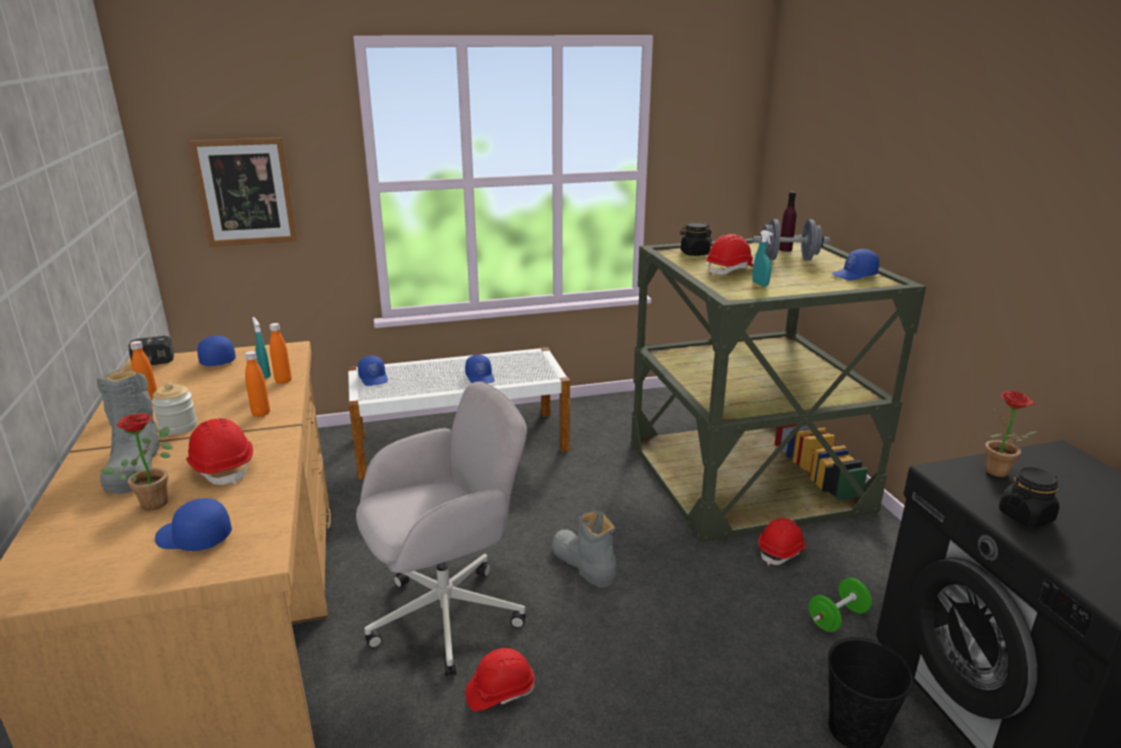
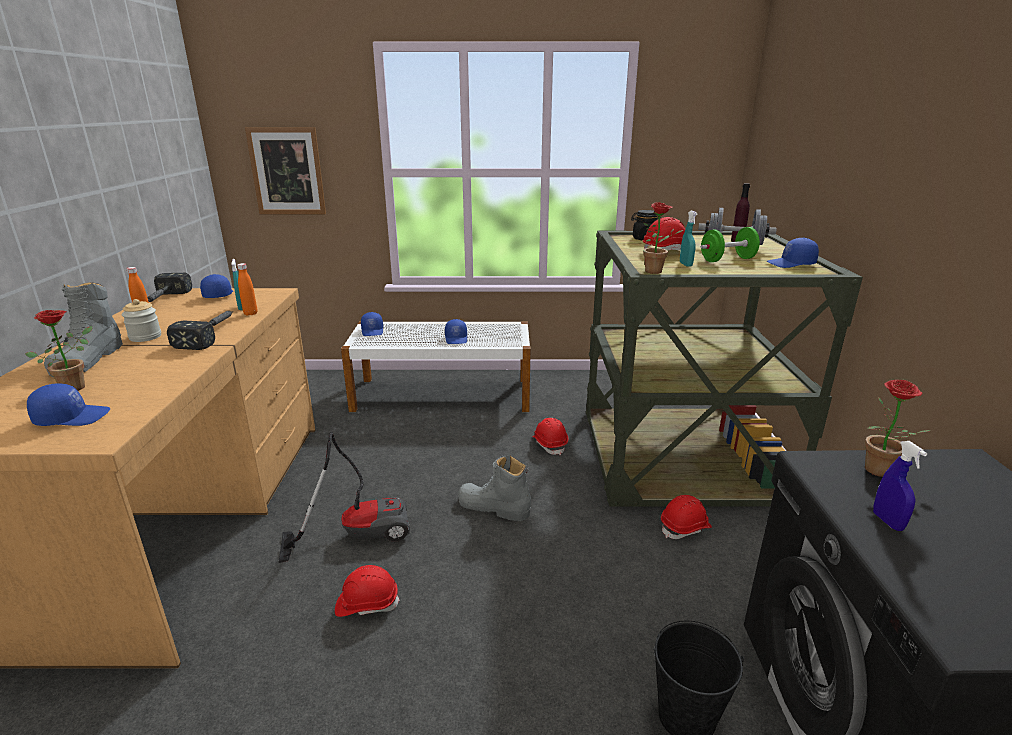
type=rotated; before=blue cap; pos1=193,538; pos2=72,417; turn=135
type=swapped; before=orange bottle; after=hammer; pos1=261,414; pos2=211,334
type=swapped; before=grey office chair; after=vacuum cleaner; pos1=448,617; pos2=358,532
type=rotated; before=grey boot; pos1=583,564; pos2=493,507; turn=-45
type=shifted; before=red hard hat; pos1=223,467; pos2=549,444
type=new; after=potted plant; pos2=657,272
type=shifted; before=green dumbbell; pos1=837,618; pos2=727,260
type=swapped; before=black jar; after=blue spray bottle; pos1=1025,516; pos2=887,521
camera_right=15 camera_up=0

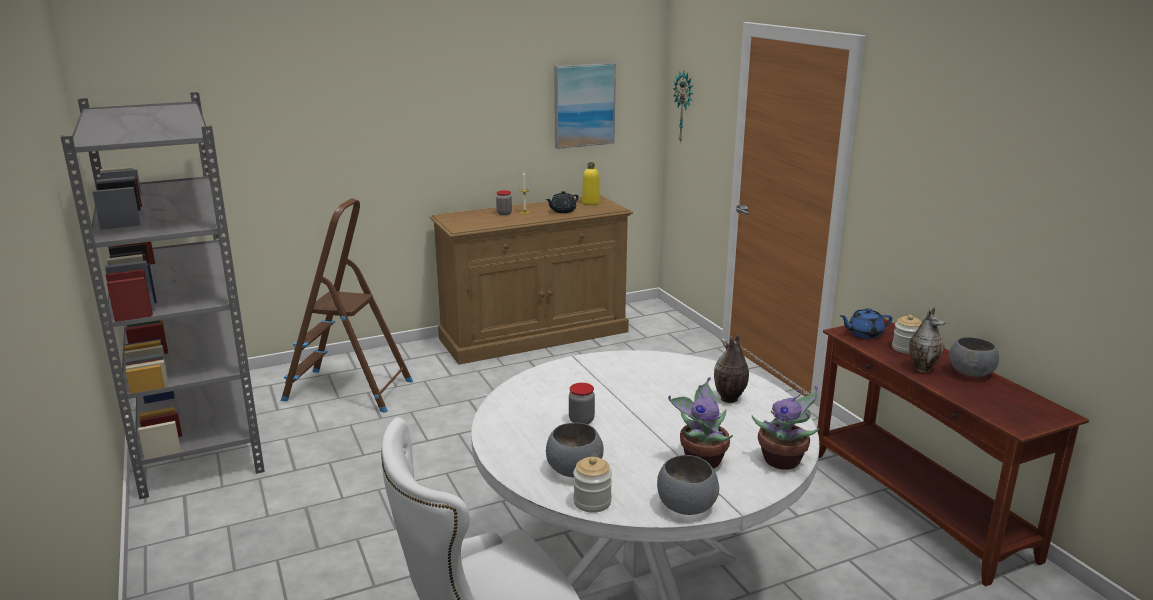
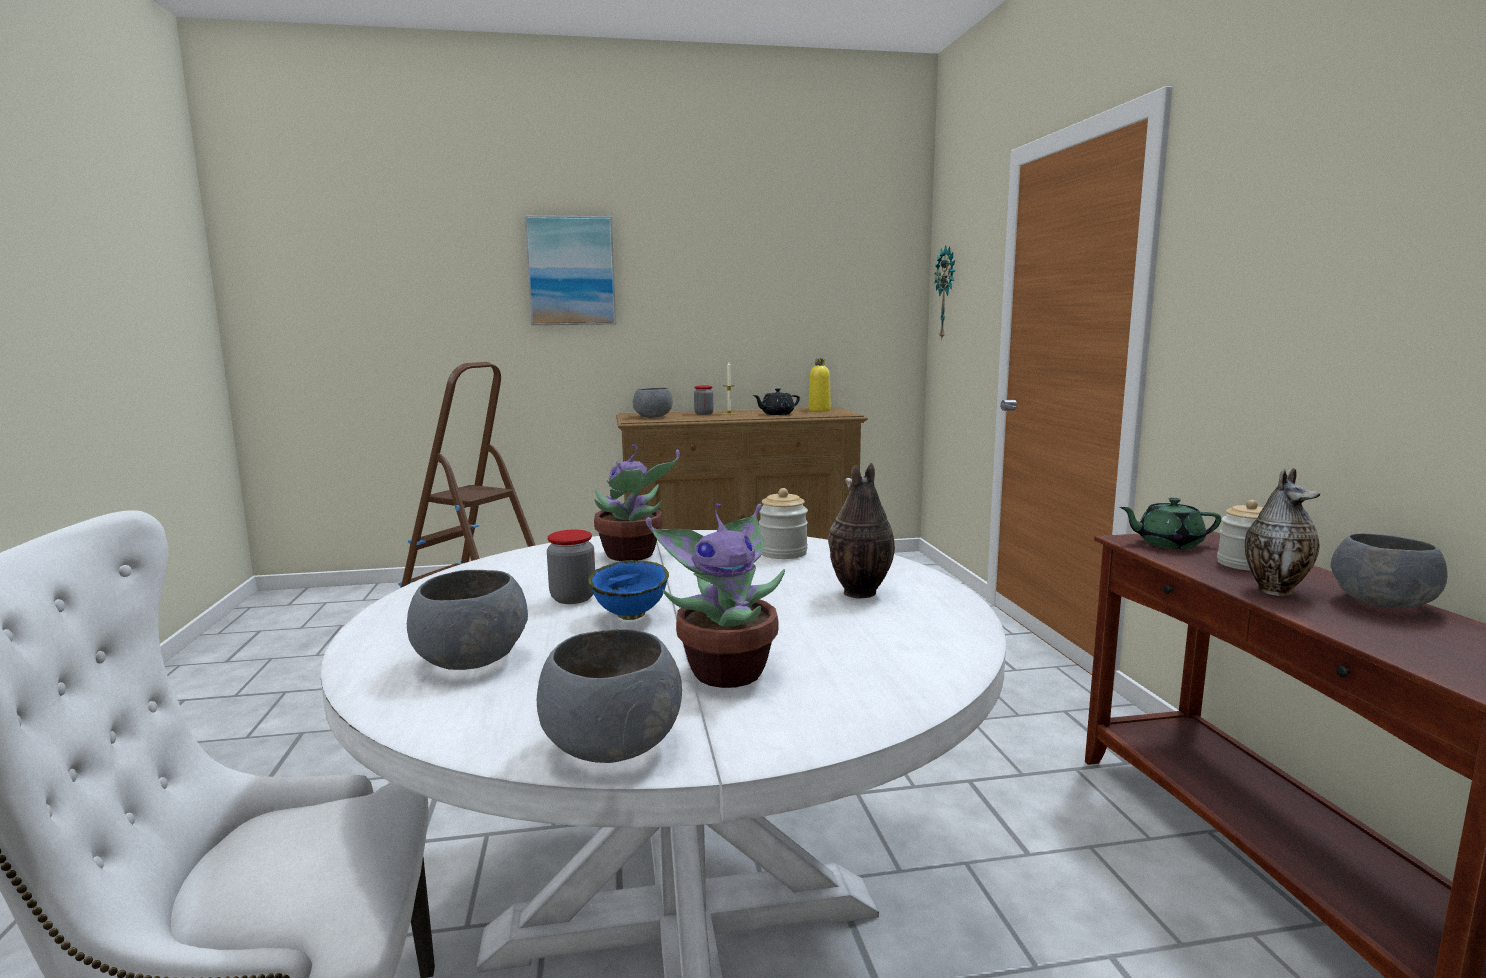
type=shifted; before=picture; pos1=584,105; pos2=571,271
type=new; after=blue bowl; pos2=632,616
type=shifted; before=potted plant; pos1=784,461; pos2=632,556
type=new; after=grey bowl; pos2=653,417
type=shifted; before=jar; pos1=592,502; pos2=783,553
type=repainted; before=blue teapot; after=green teapot; pos1=864,334; pos2=1168,544
type=gone; before=grey bookcase; pos1=198,433
camera_right=15 camera_up=-10

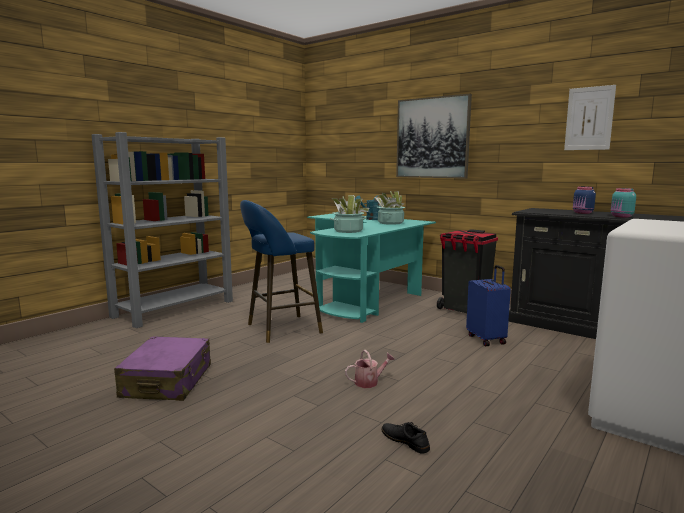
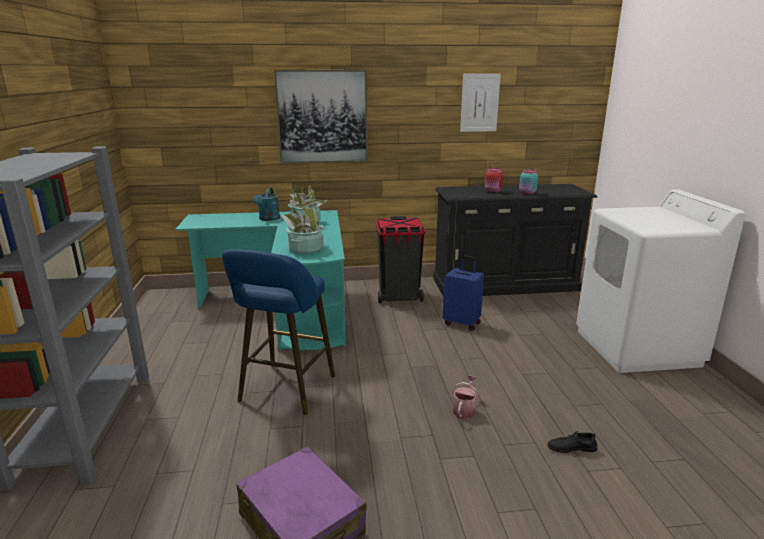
type=repainted; before=blue jar; after=red jar; pos1=582,213; pos2=493,191
camera_right=-45 camera_up=10

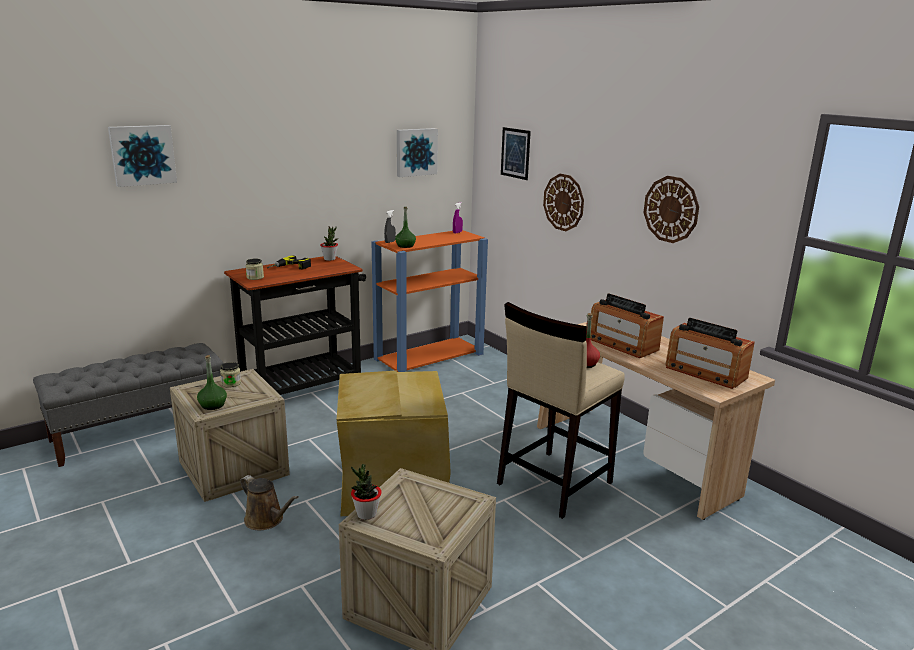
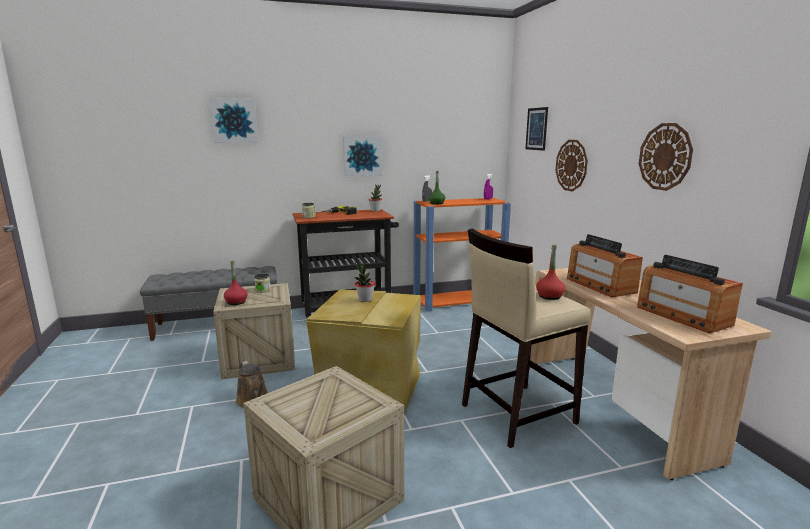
type=repainted; before=green bottle; after=red bottle; pos1=212,405; pos2=236,302
type=shifted; before=picture; pos1=416,152; pos2=362,156
type=shifted; before=potted plant; pos1=366,514; pos2=365,299
camera_right=20 camera_up=-5

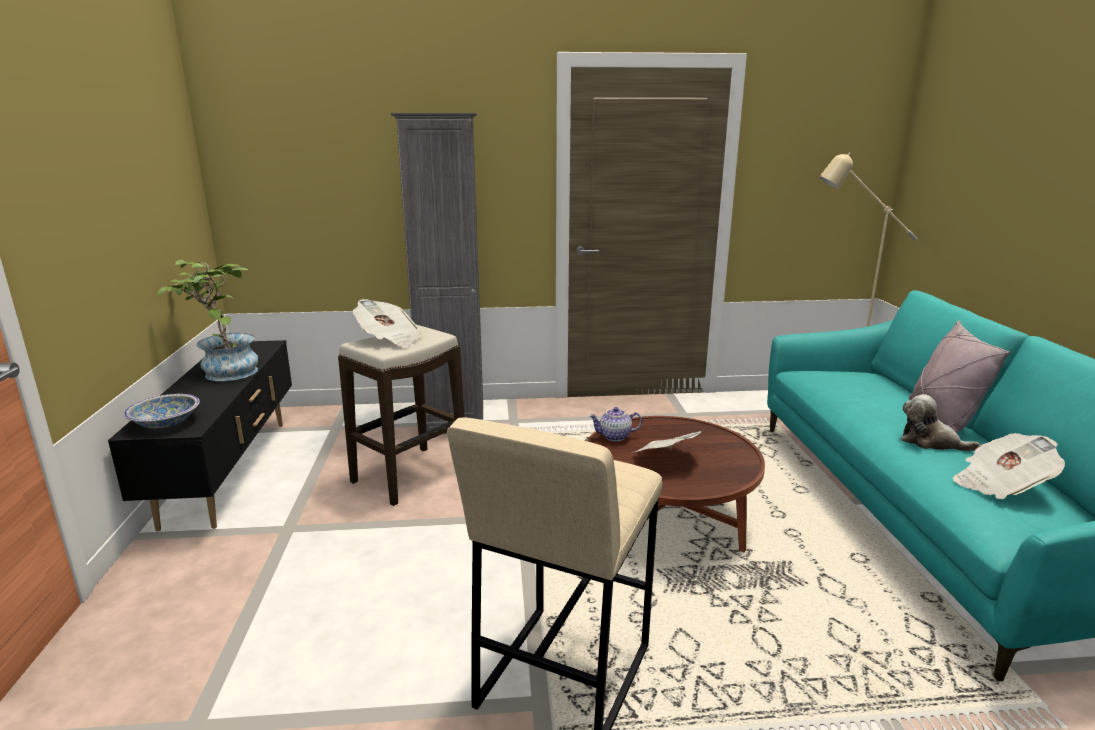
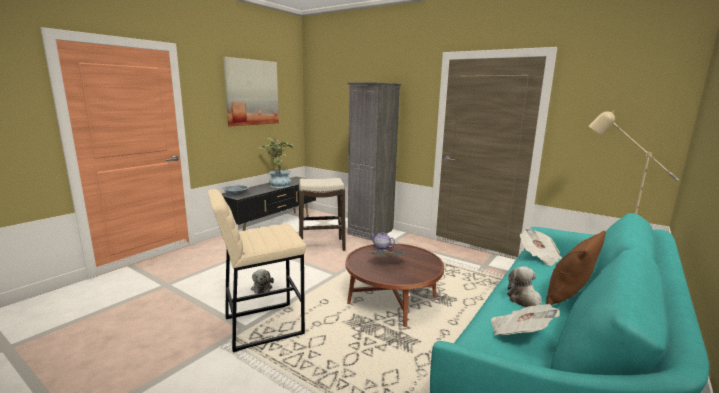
type=new; after=picture; pos2=252,92
type=new; after=plush toy; pos2=261,287
type=shifted; before=newspaper; pos1=389,340; pos2=539,256
type=repainted; before=purple pillow; after=brown pillow; pos1=942,419; pos2=568,297
camera_right=40 camera_up=-5

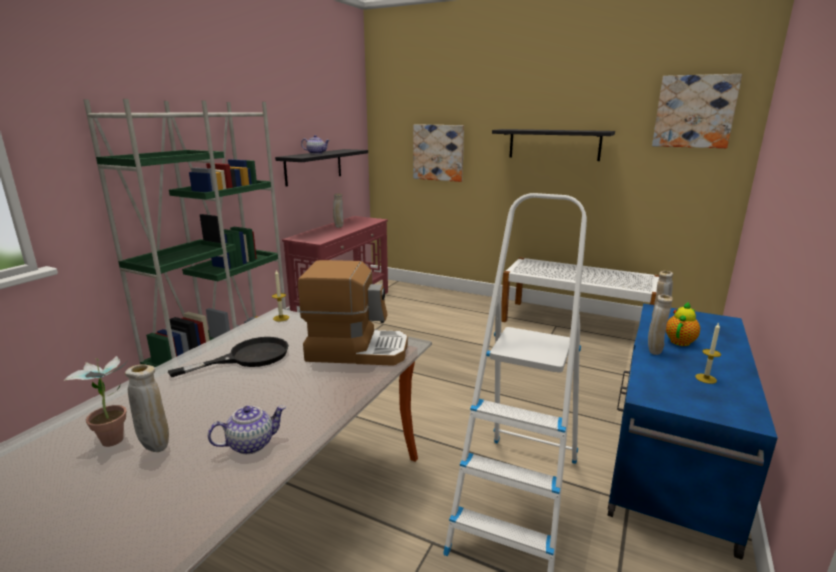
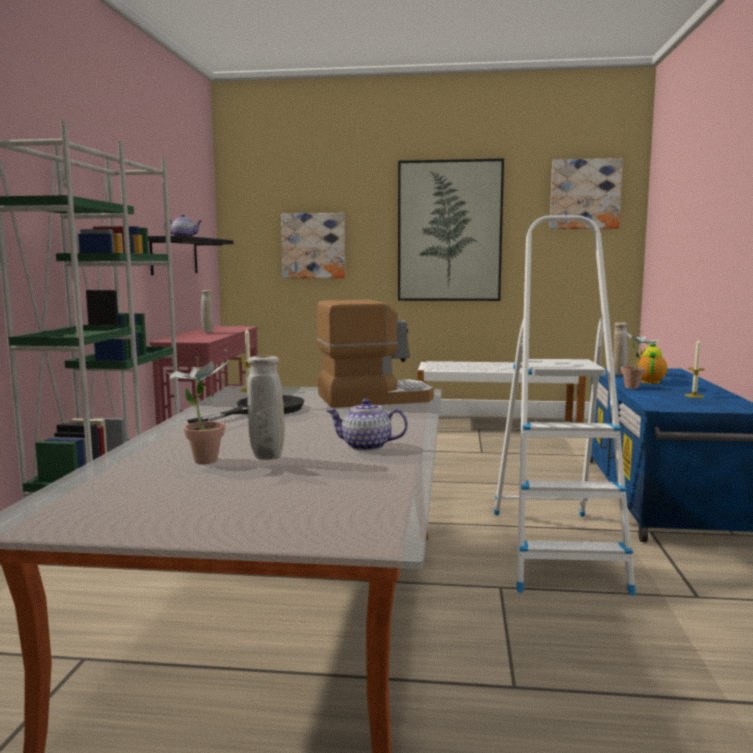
type=rotated; before=teapot; pos1=251,444; pos2=366,446; turn=-120
type=swapped; before=black shelf; after=picture; pos1=554,144; pos2=449,231
type=swapped; before=beige vase; after=potted plant; pos1=653,352; pos2=636,388
camera_right=-20 camera_up=-10

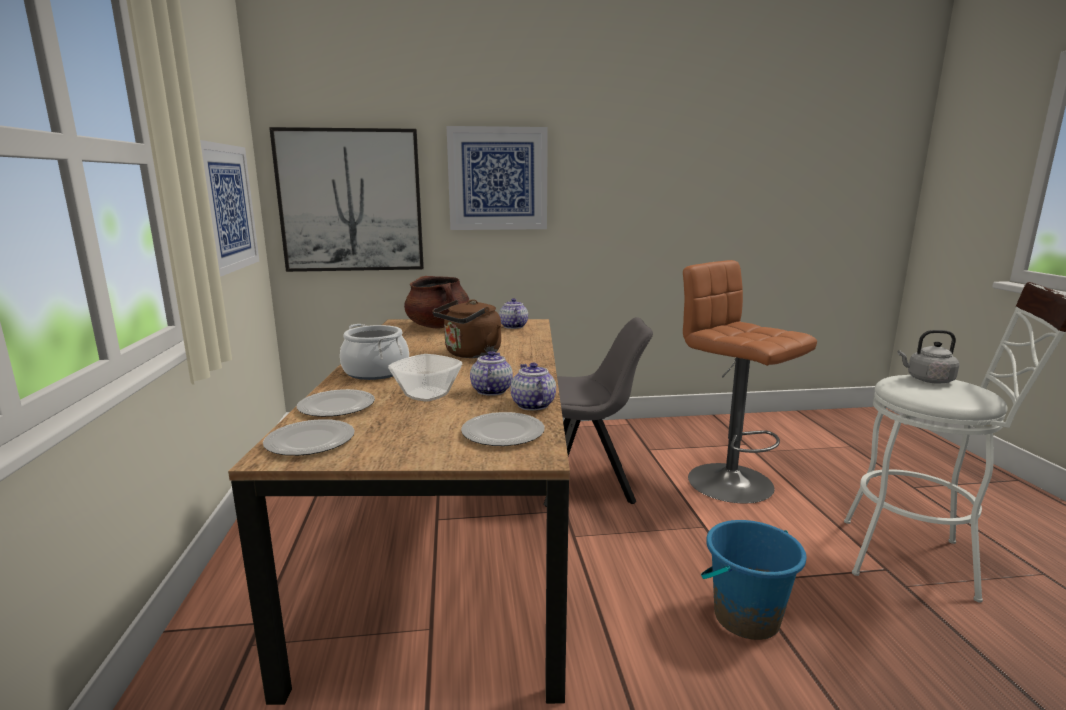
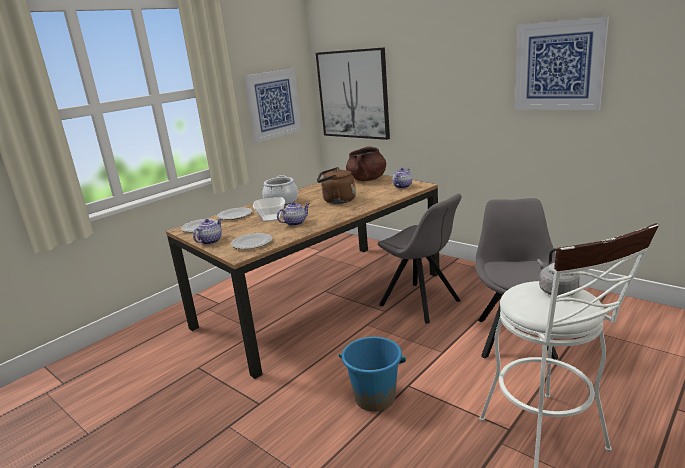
type=shifted; before=teapot; pos1=532,405; pos2=210,241
type=swapped; before=brown stool; after=grey chair; pos1=729,482; pos2=514,338
type=shifted; before=picture; pos1=498,179; pos2=558,66
camera_right=50 camera_up=5

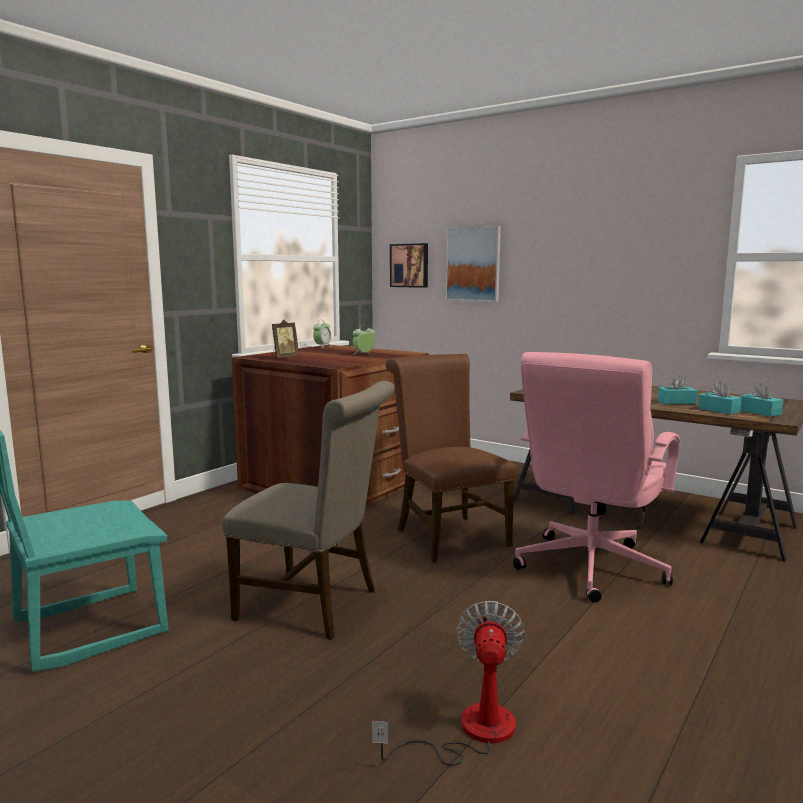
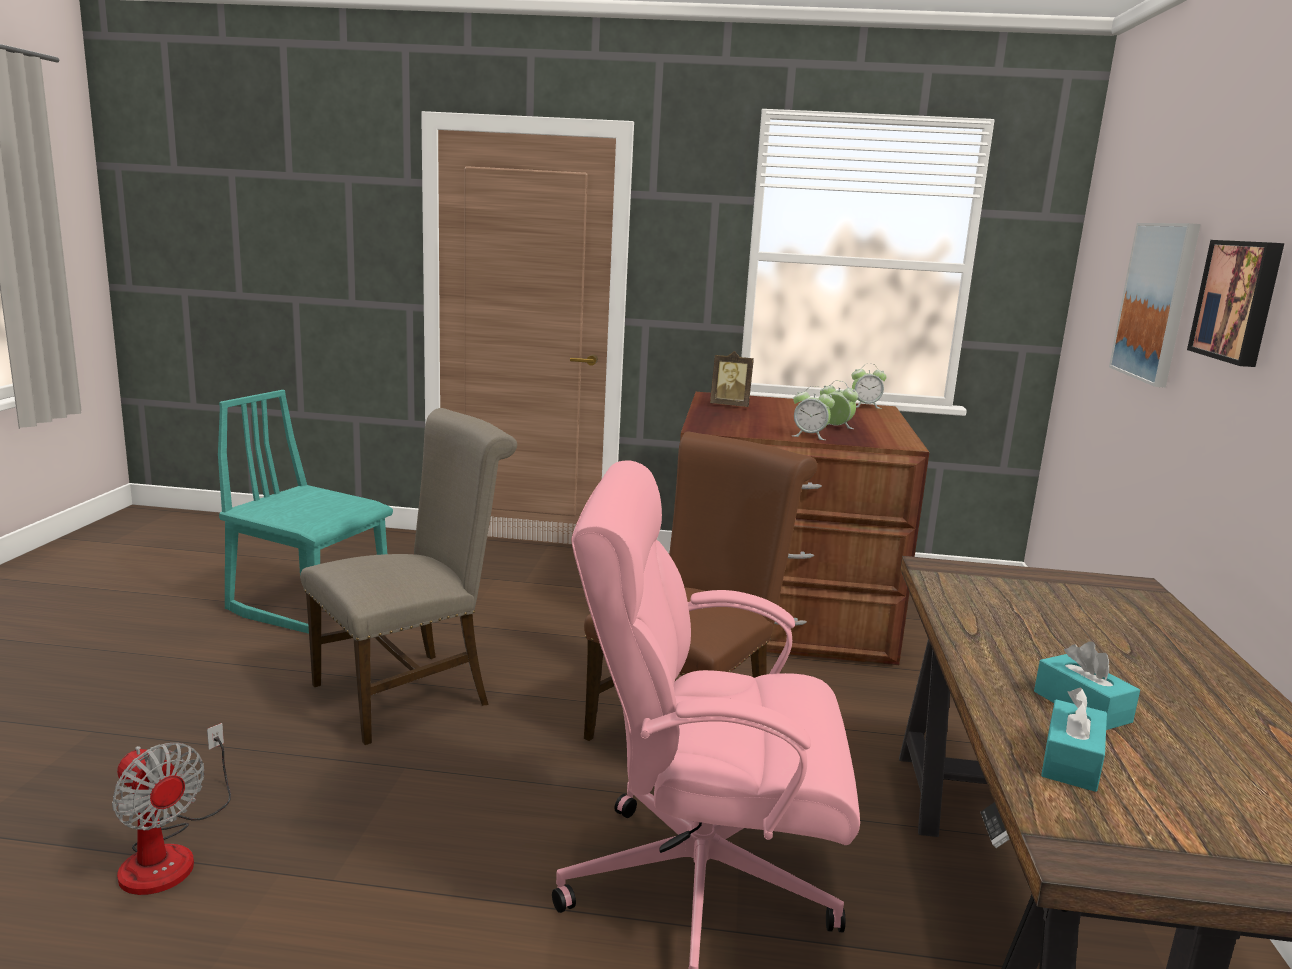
type=rotated; before=fan; pos1=470,732; pos2=169,853; turn=60
type=rotated; before=beige chair; pos1=316,605; pos2=411,691; turn=-120
type=new; after=alarm clock; pos2=810,436
type=shifted; before=picture; pos1=410,265; pos2=1239,301
type=gone; before=turquoise tissue box; pos1=759,412
camera_right=60 camera_up=5

